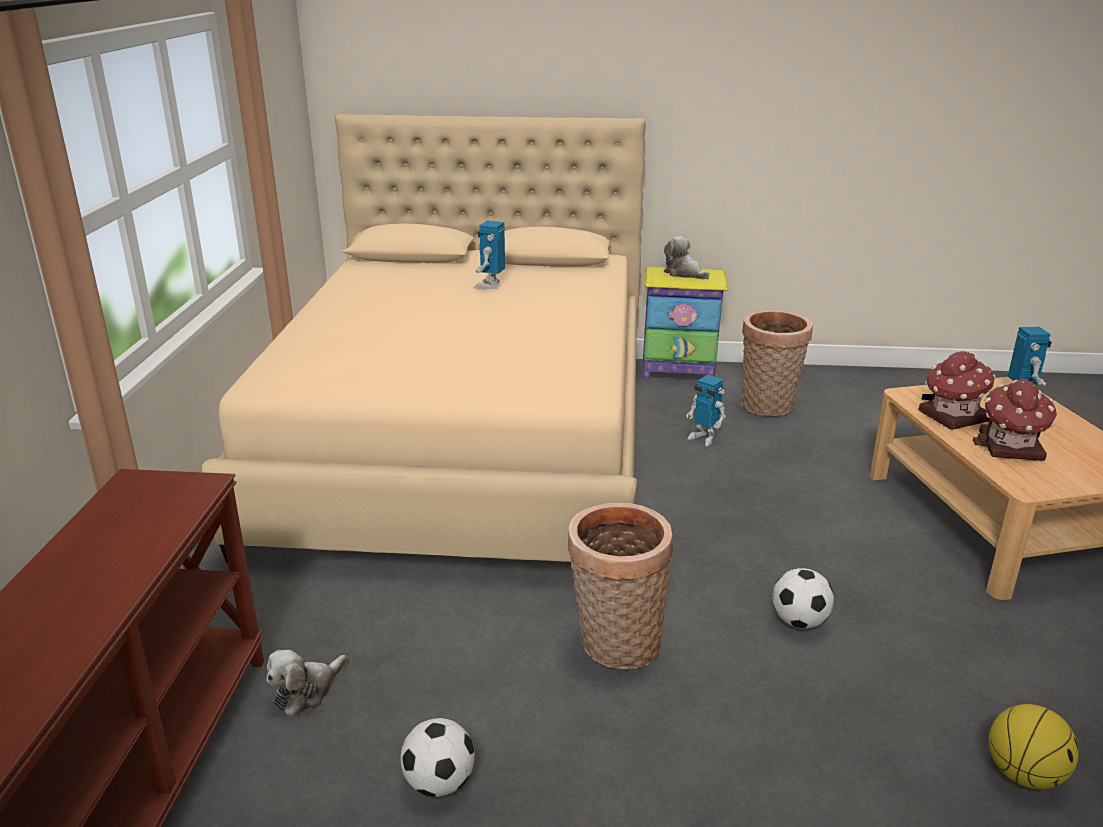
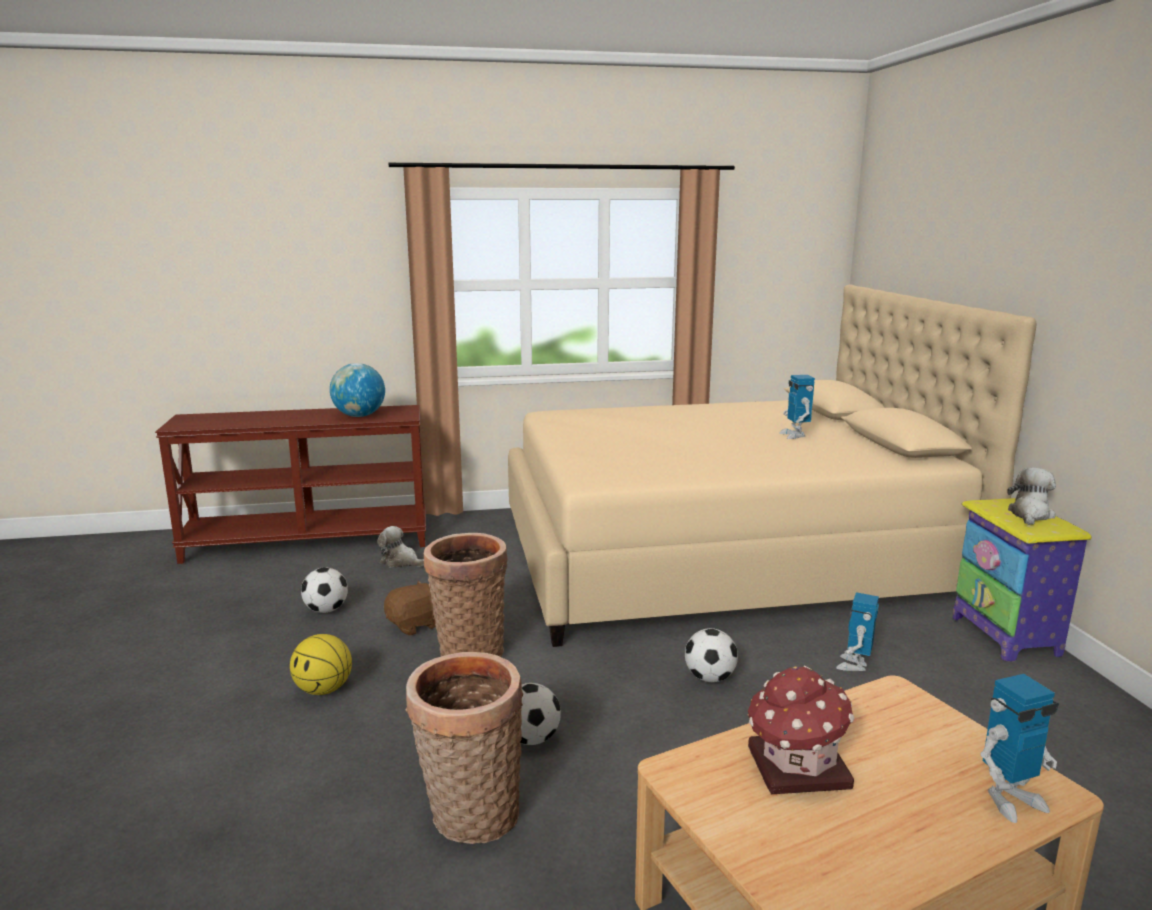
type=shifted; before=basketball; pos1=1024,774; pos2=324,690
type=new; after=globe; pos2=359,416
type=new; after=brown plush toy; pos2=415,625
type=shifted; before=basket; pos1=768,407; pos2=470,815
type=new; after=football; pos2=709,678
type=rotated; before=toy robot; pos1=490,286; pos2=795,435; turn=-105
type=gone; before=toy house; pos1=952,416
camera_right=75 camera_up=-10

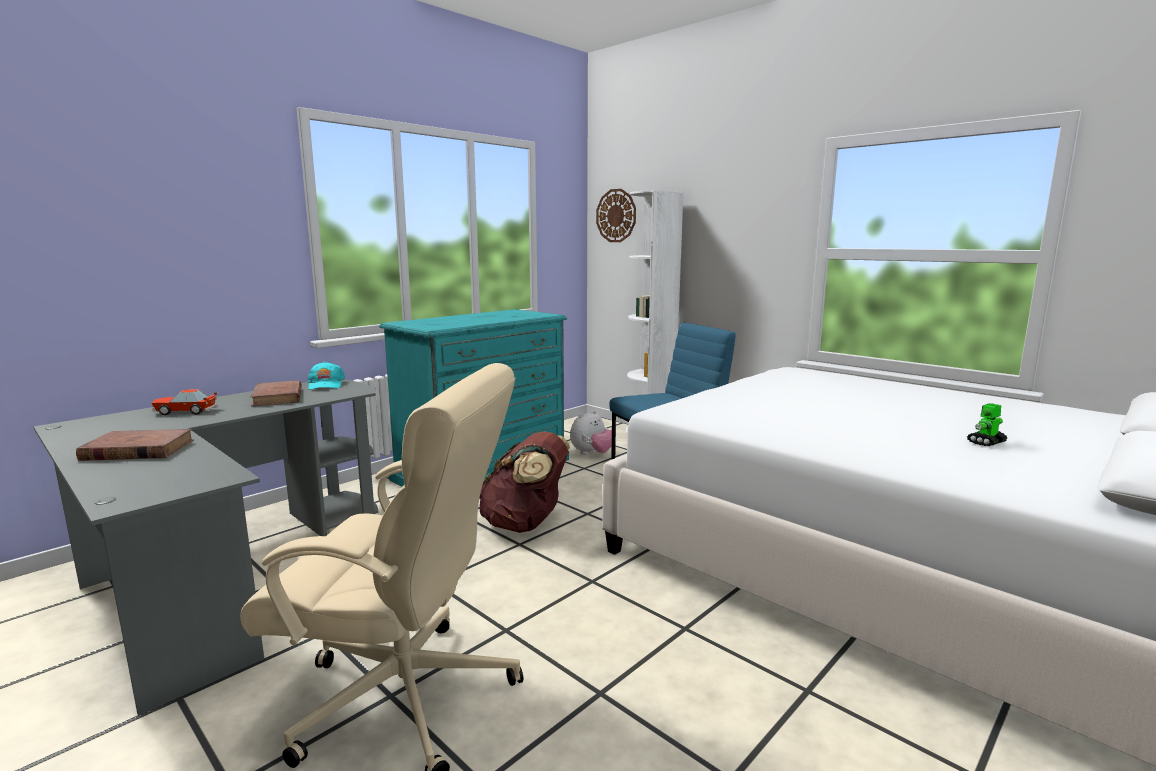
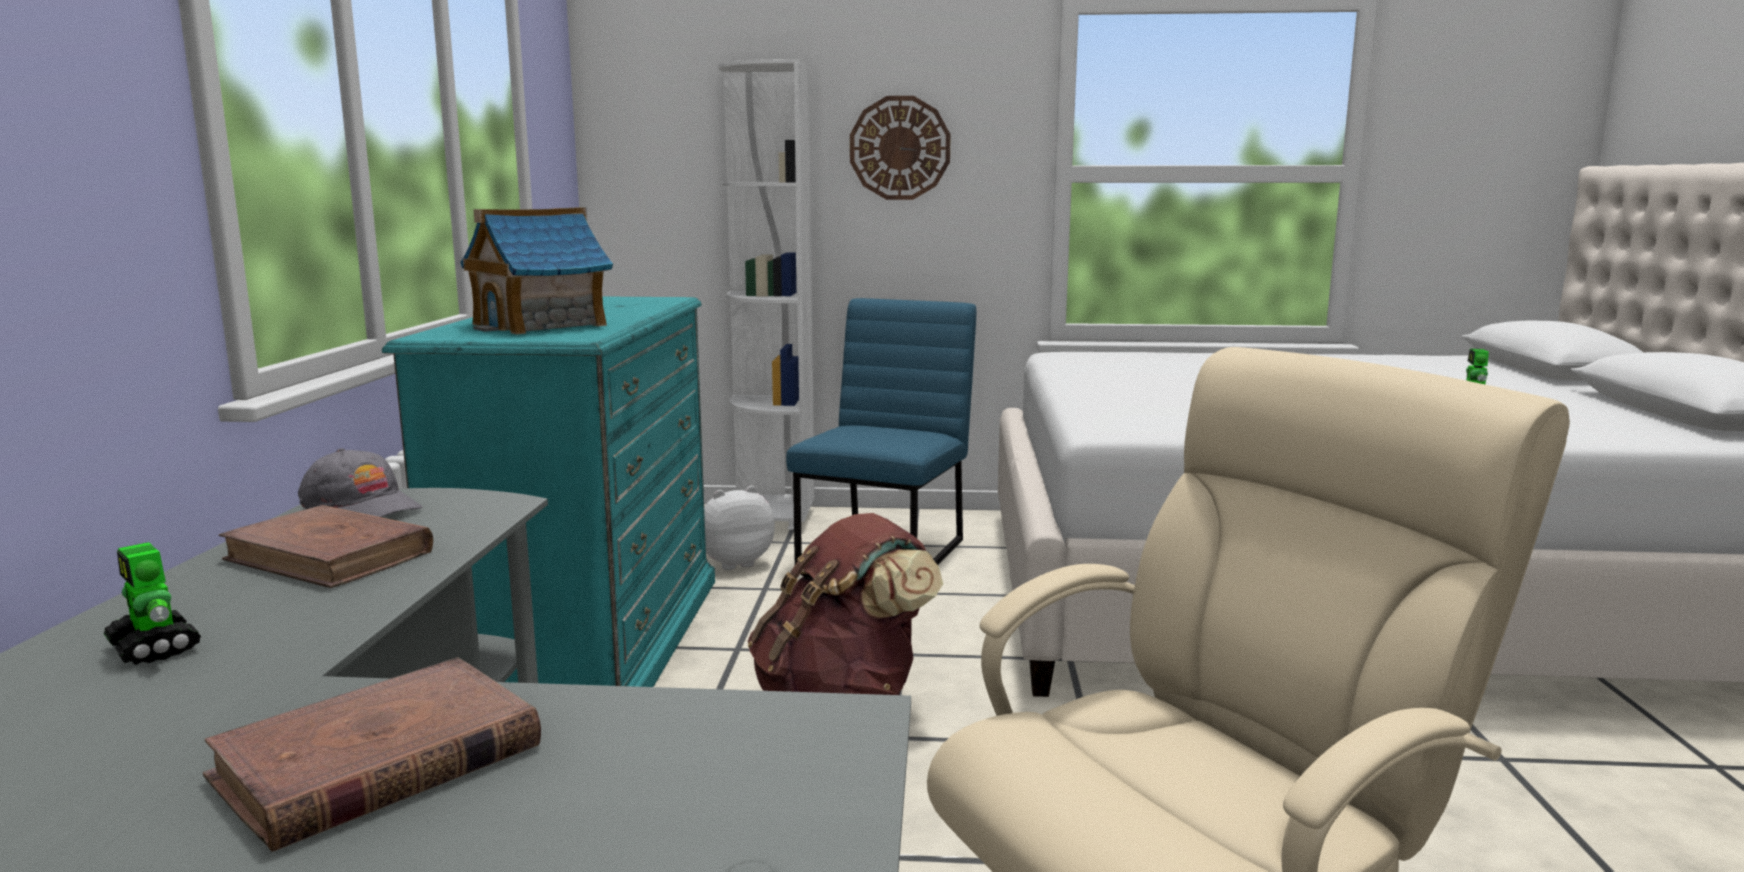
type=swapped; before=toy car; after=toy robot; pos1=185,411; pos2=154,648
type=repainted; before=turquoise cap; after=grey cap; pos1=326,384; pos2=362,507
type=new; after=toy house; pos2=540,325
type=rotated; before=plush toy; pos1=591,453; pos2=734,563; turn=-120
type=shifted; before=wall clock; pos1=616,215; pos2=900,148
camera_right=-40 camera_up=0

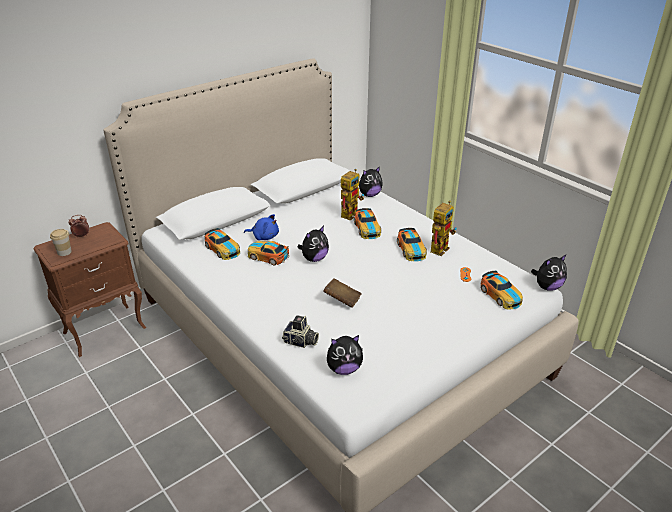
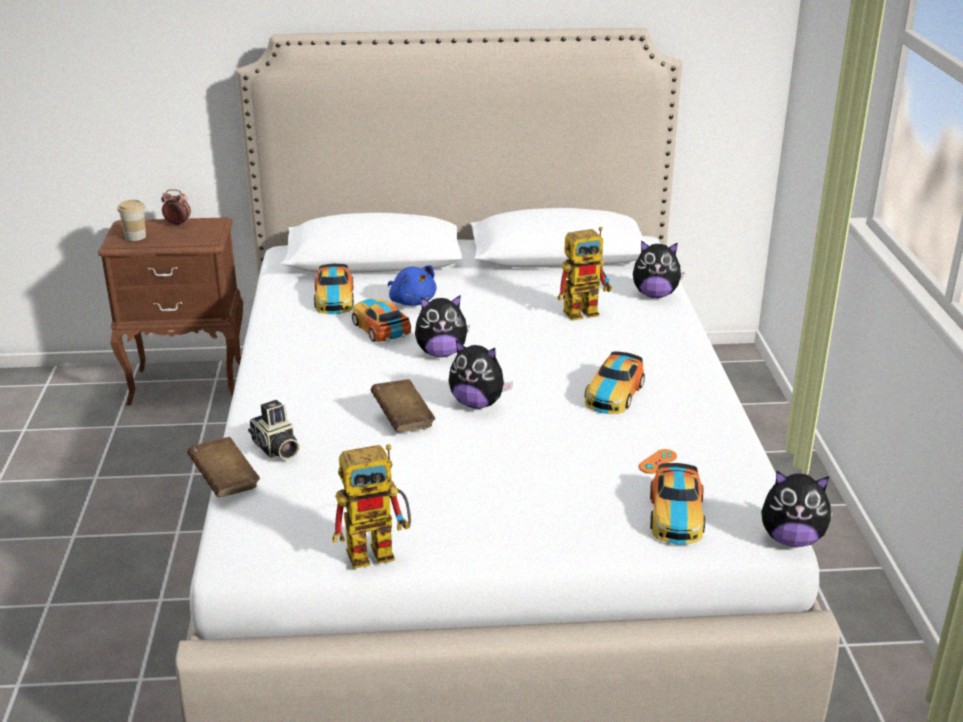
type=new; after=brown book; pos2=225,481
type=shifted; before=toy robot; pos1=440,247; pos2=380,550
type=shifted; before=plush toy; pos1=344,369; pos2=477,403
type=gone; before=toy car; pos1=367,228
camera_right=35 camera_up=-5

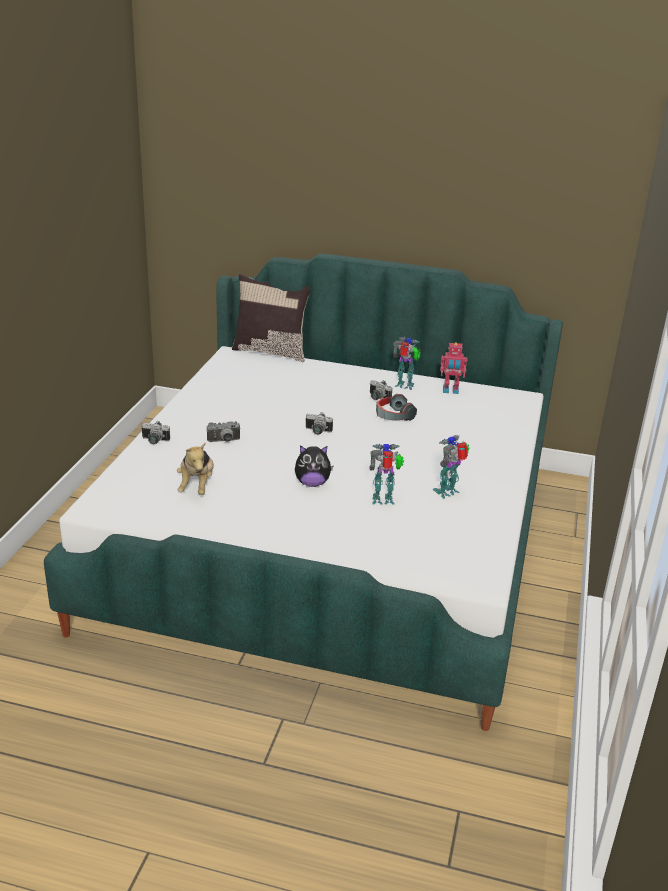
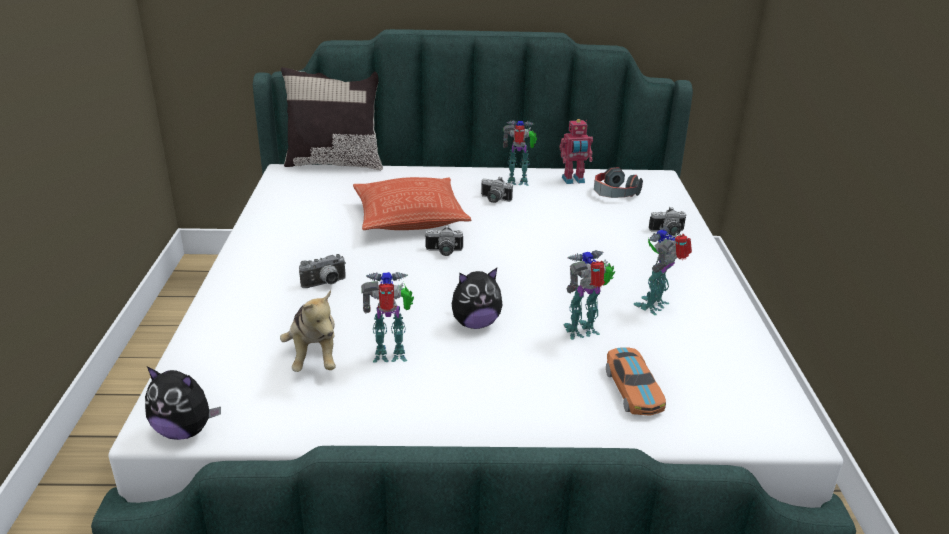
type=new; after=plush toy; pos2=185,431
type=new; after=orange pillow; pos2=410,219
type=new; after=toy robot; pos2=391,356
type=shifted; before=headphones; pos1=393,416; pos2=614,193
type=new; after=toy car; pos2=633,390
type=shifted; before=photo camera; pos1=154,441; pos2=668,232
camera_right=-15 camera_up=0

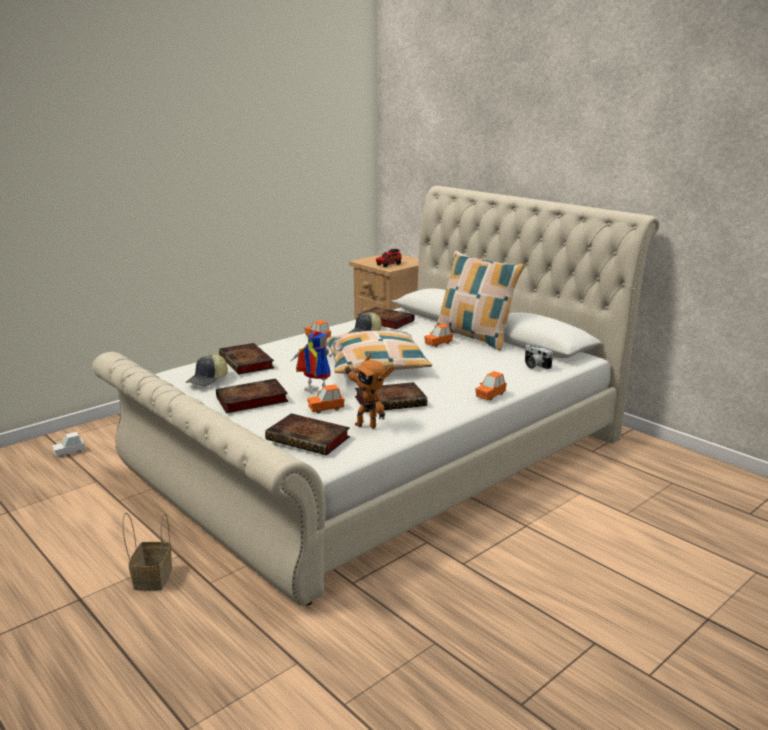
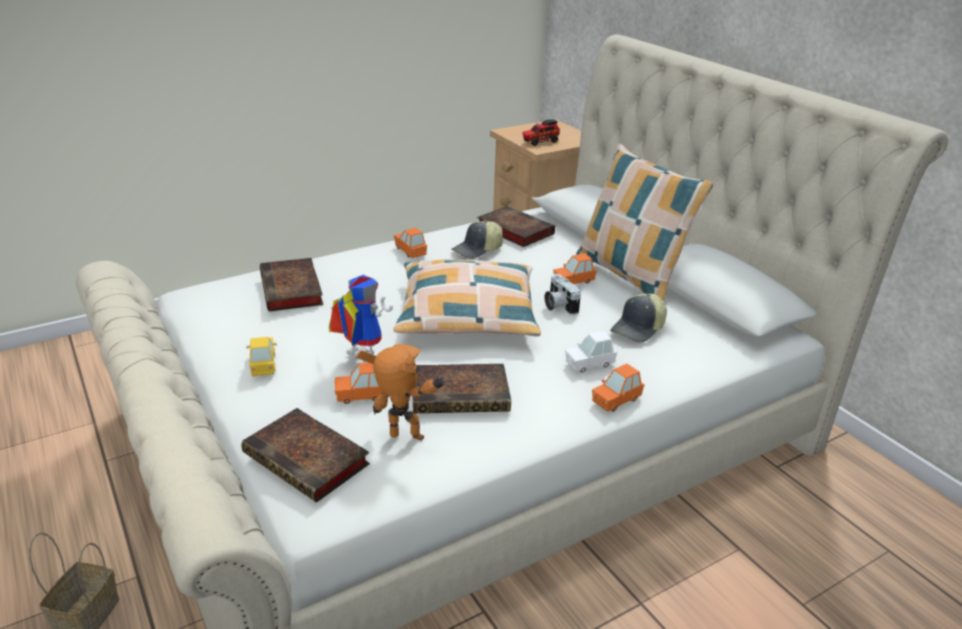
type=swapped; before=book; after=yellow toy car; pos1=250,400; pos2=263,364
type=rotated; before=toy robot; pos1=367,425; pos2=406,440; turn=150
type=shifted; before=photo camera; pos1=534,365; pos2=558,305
type=shifted; before=white toy car; pos1=69,452; pos2=589,364
type=shifted; before=cap; pos1=208,380; pos2=639,329
camera_right=10 camera_up=10

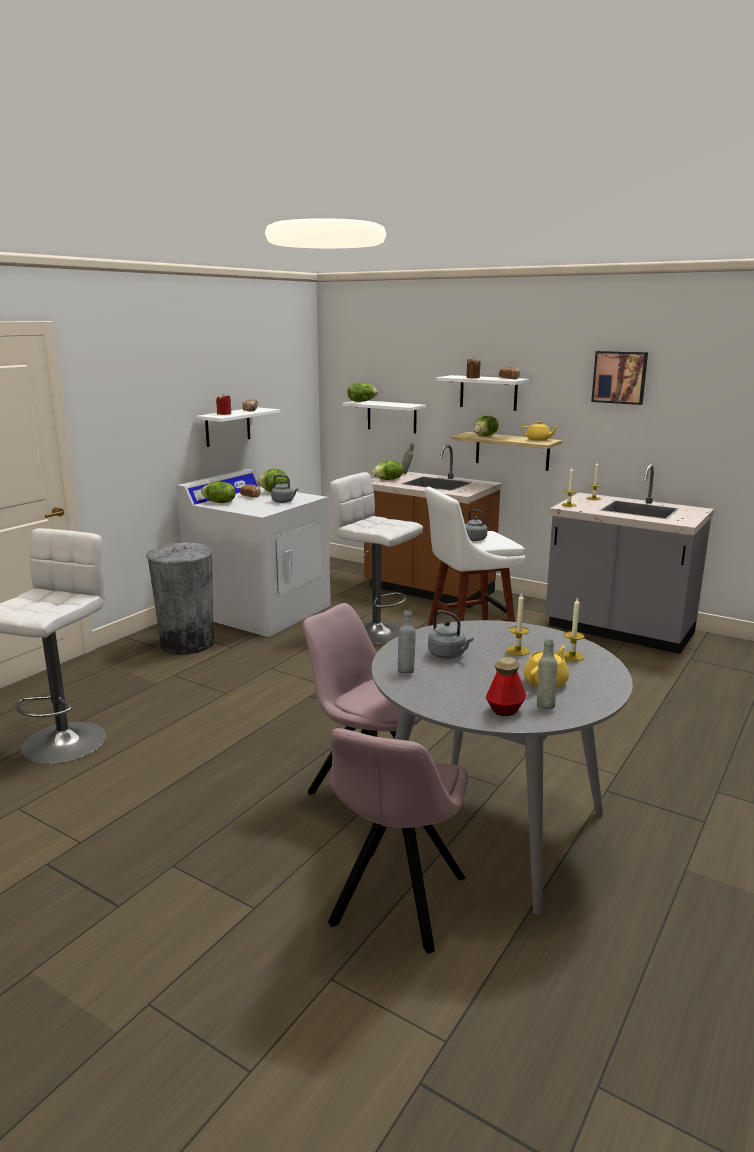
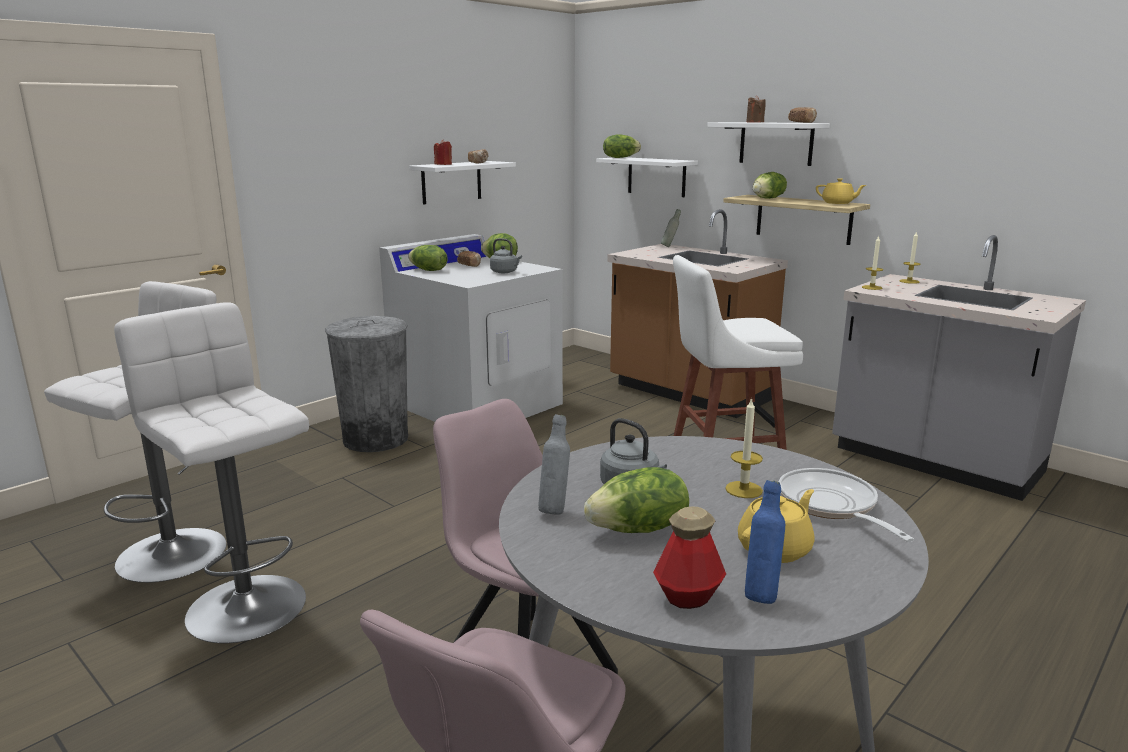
type=shifted; before=white stool; pos1=376,632; pos2=247,607
type=shifted; before=lettuce; pos1=388,480; pos2=639,529
type=repainted; before=grey bottle; after=blue bottle; pos1=545,705; pos2=761,594
type=swapped; before=candle; after=frying pan; pos1=572,656; pos2=831,506
type=gone; before=grey kettle; pos1=473,539
type=gone; before=picture; pos1=620,377
camera_right=10 camera_up=0

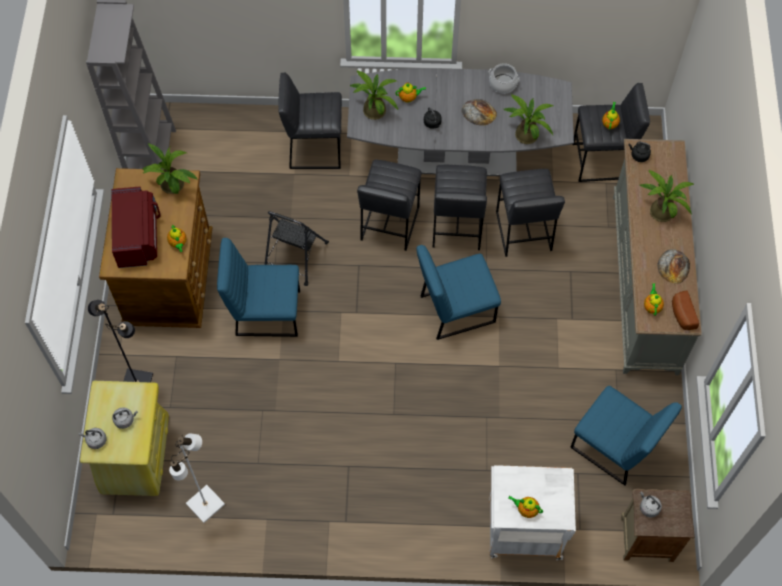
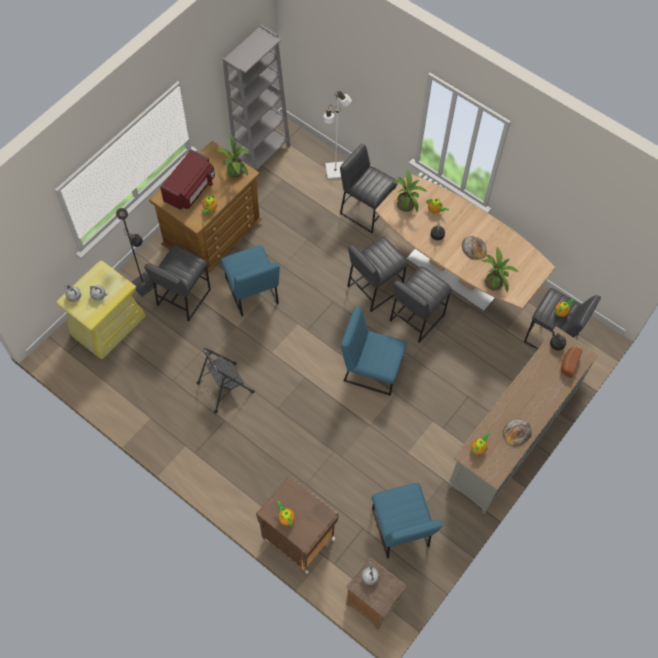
type=shifted; before=grey stool; pos1=523,232; pos2=183,298
type=shifted; before=black step ladder; pos1=295,257; pos2=223,388
type=rotated; before=blue chair; pos1=265,312; pos2=252,292; turn=-150
type=repainted; before=white cart; after=brown cart; pos1=523,530; pos2=297,537
type=shifted; before=white floor lamp; pos1=205,504; pos2=335,170
type=repainted; before=grey dining table; after=brown dining table; pos1=456,154; pos2=455,271
type=shifted; before=bread; pos1=681,315; pos2=568,364
type=gone; before=cooking pot; pos1=502,84
type=gone; before=potted plant; pos1=660,210
camera_right=35 camera_up=0

